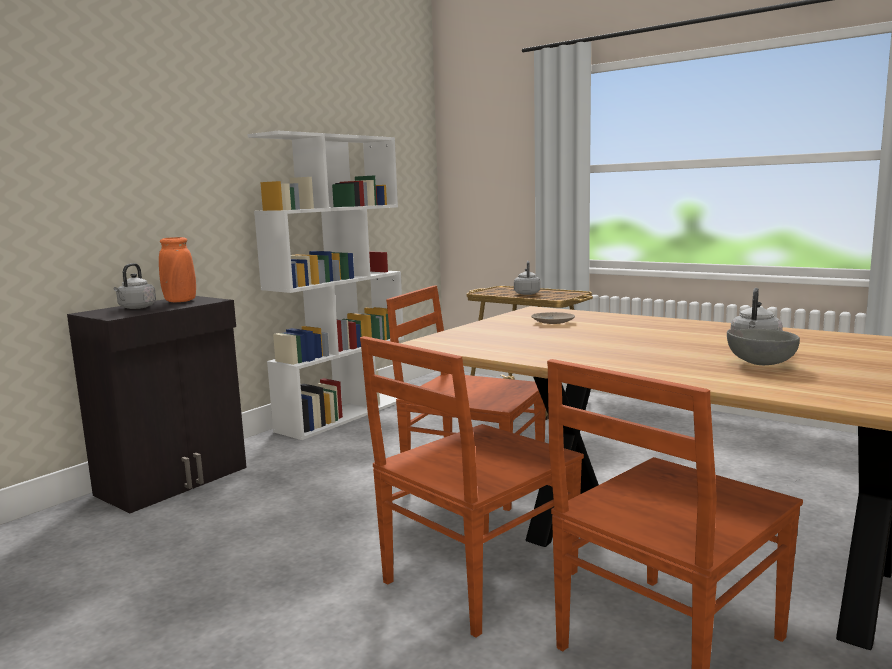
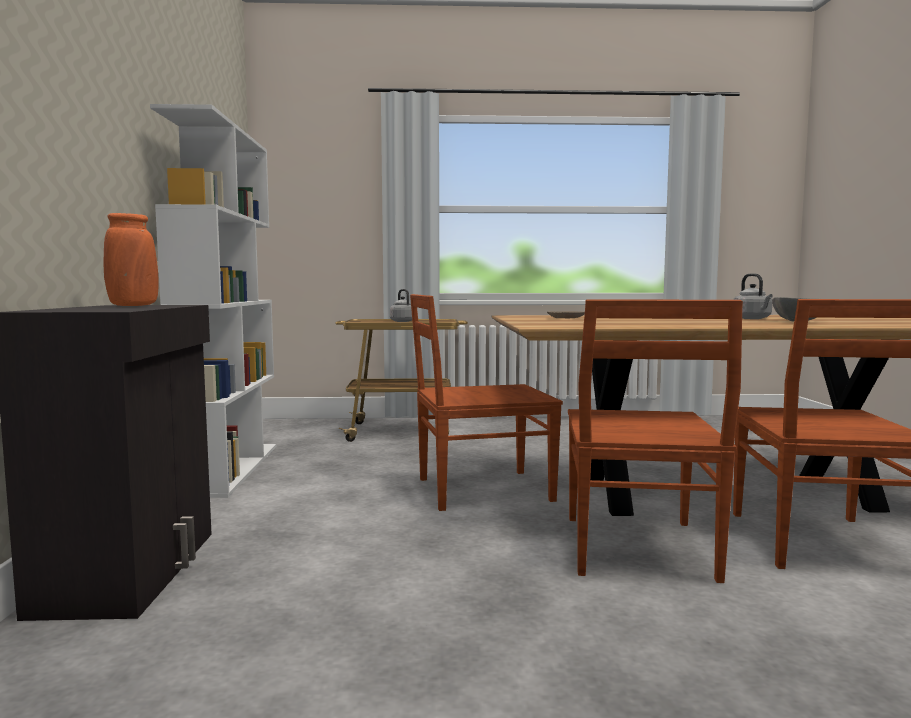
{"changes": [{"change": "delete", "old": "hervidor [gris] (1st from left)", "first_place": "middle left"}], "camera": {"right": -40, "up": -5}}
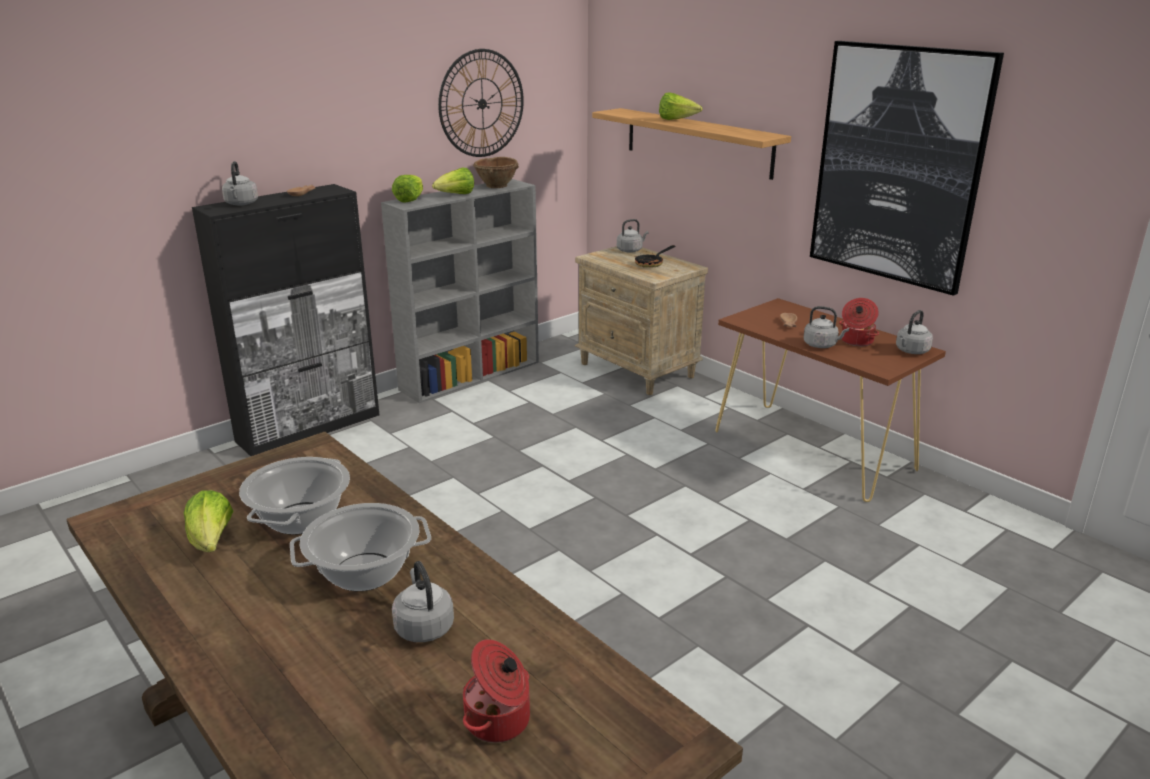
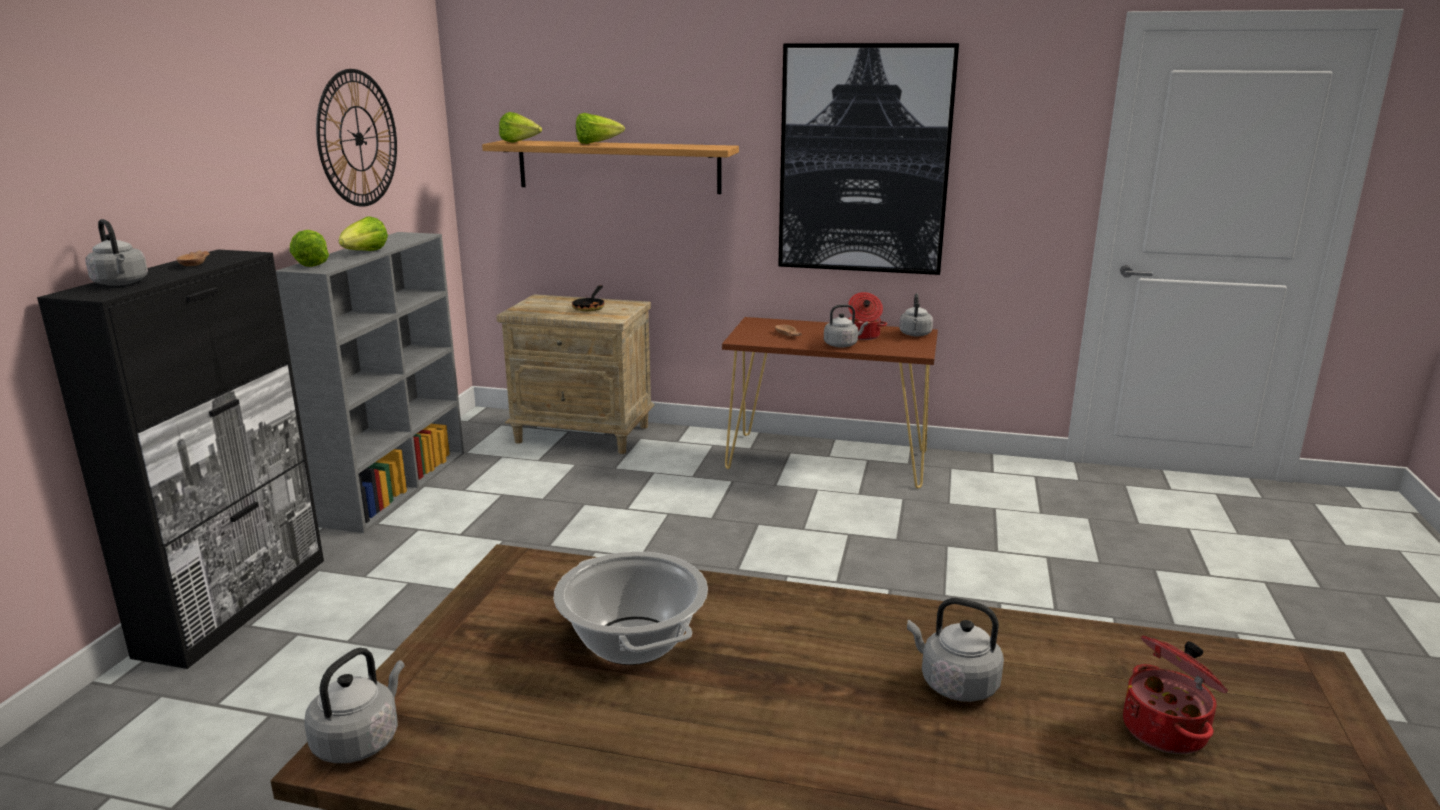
{"changes": [{"change": "delete", "old": "olla (2nd from left)", "first_place": "bottom left"}, {"change": "delete", "old": "cuenco [marrón] (2nd from left)", "first_place": "top centre"}, {"change": "move", "old": "lechuga (1st from left in the first image)", "new": "lechuga (3rd from left)", "first_place": "bottom left", "second_place": "top centre"}, {"change": "move", "old": "hervidor [gris] (3rd from left in the first image)", "new": "hervidor [gris] (2nd from left)", "first_place": "top centre", "second_place": "bottom left"}], "camera": {"right": -35, "up": -5}}
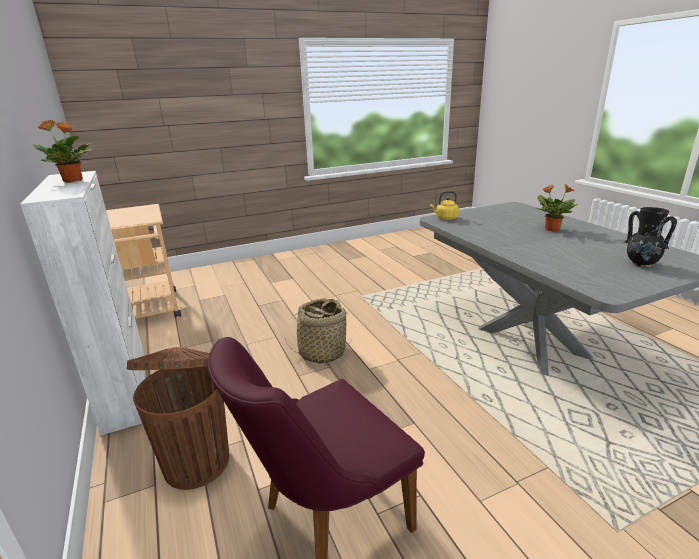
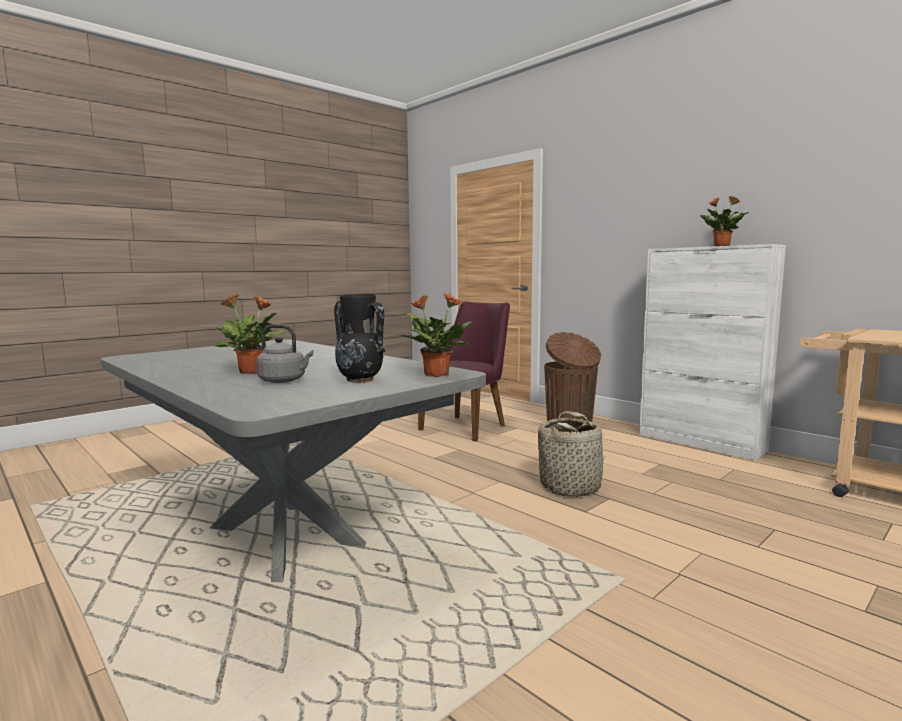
{"changes": [{"change": "insert", "new": "hervidor [gris]", "second_place": "middle left"}, {"change": "move", "old": "florero [negro]", "first_place": "middle right", "second_place": "centre"}, {"change": "replace", "old": "hervidor [amarillo]", "new": "planta en maceta (2nd from left)", "first_place": "centre", "second_place": "centre"}], "camera": {"right": 160, "up": -15}}
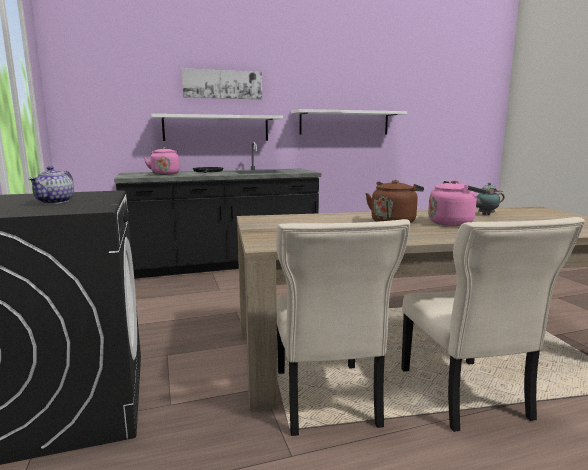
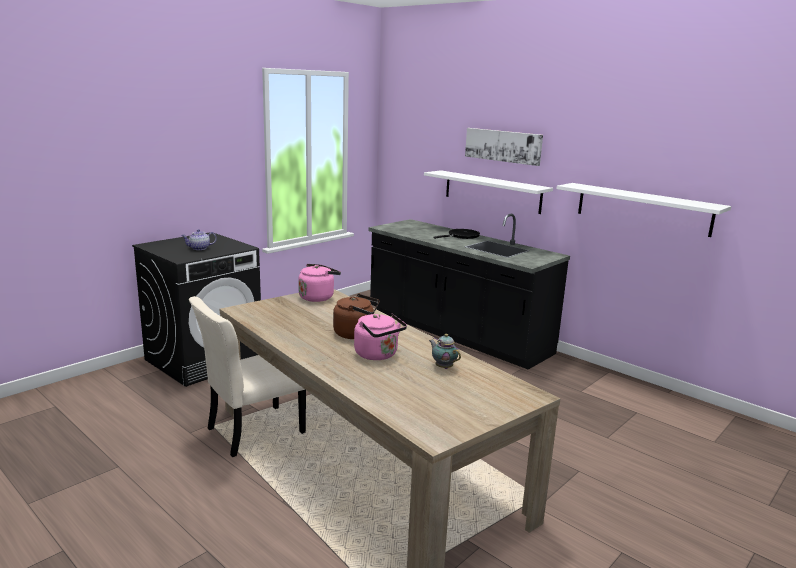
{"changes": [{"change": "delete", "old": "silla [beis] (2nd from left)", "first_place": "bottom right"}, {"change": "move", "old": "hervidor [rosa] (1st from left)", "first_place": "middle left", "second_place": "centre"}], "camera": {"right": 60, "up": 5}}
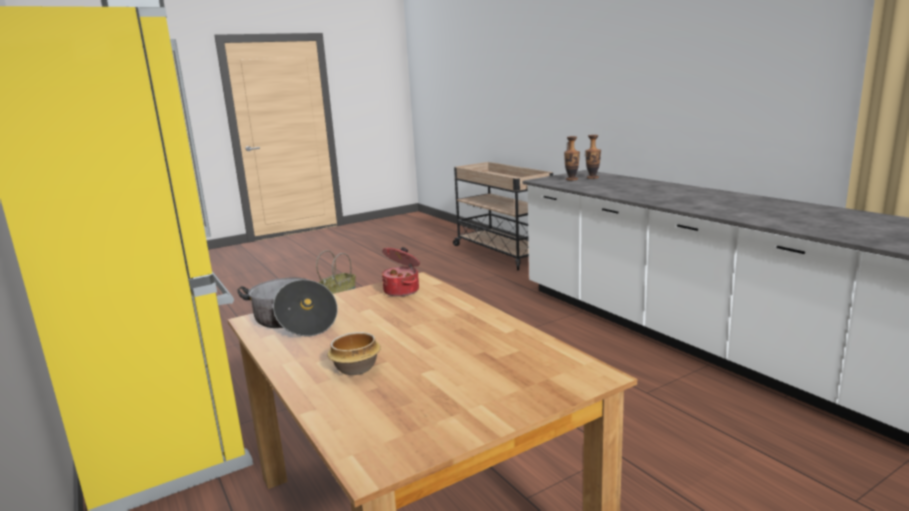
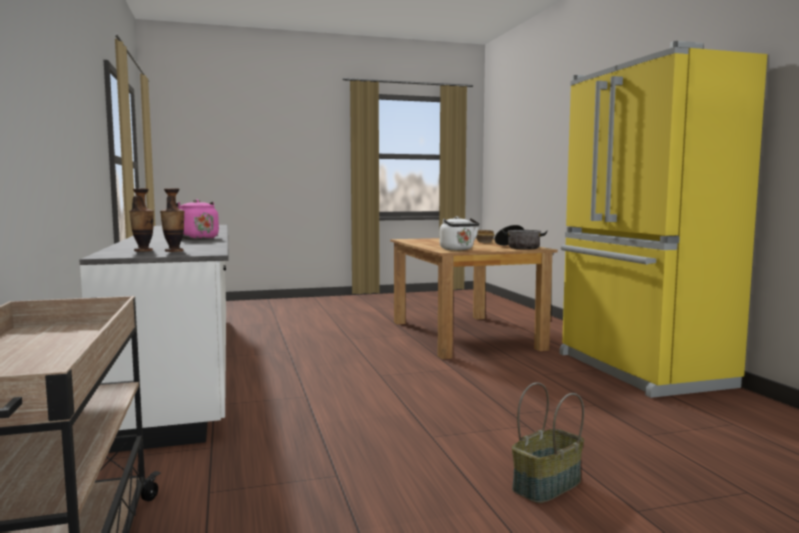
{"changes": [{"change": "insert", "new": "hervidor [rosa]", "second_place": "middle left"}, {"change": "replace", "old": "olla (2nd from left)", "new": "hervidor [blanco]", "first_place": "centre", "second_place": "centre"}], "camera": {"right": -165, "up": -10}}
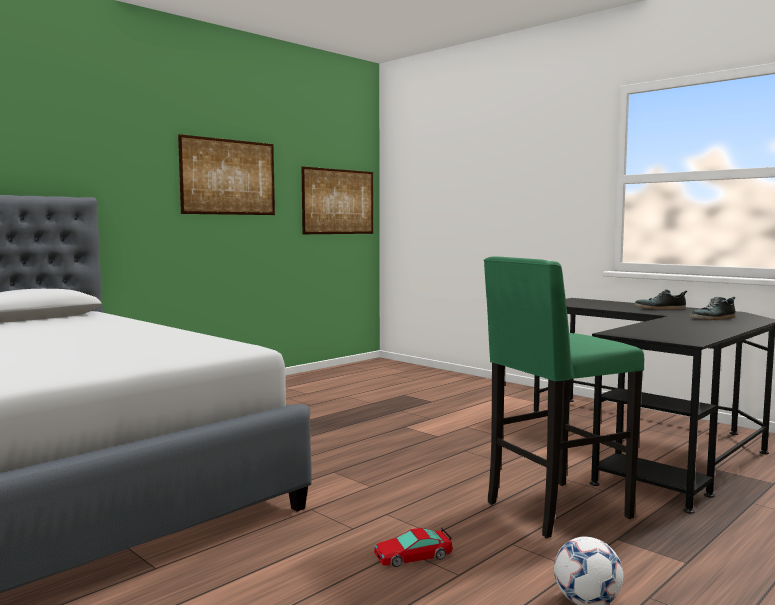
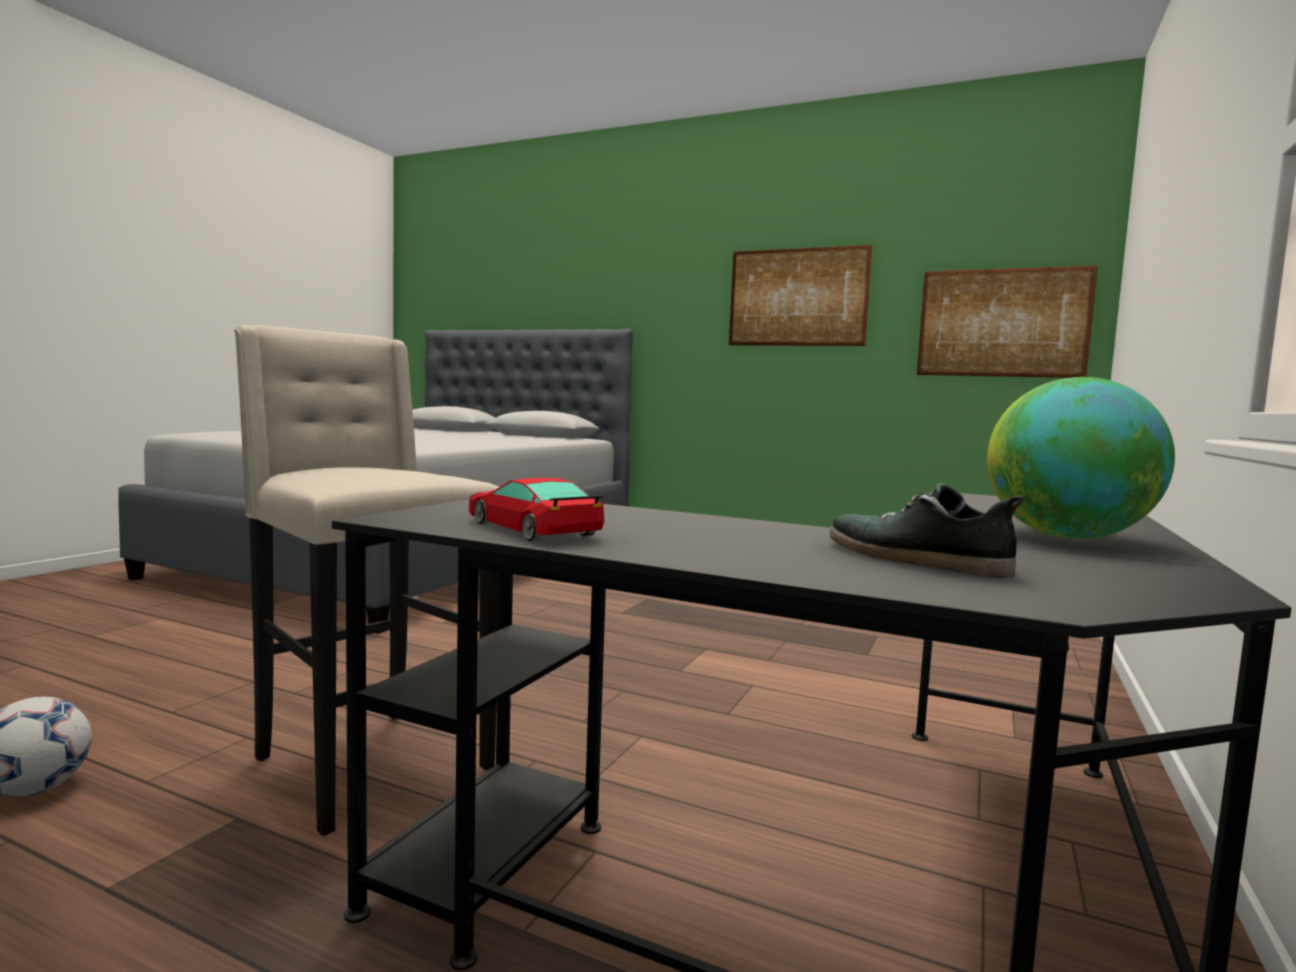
{"changes": [{"change": "move", "old": "coche de juguete", "first_place": "bottom centre", "second_place": "centre"}, {"change": "replace", "old": "zapato (1st from left)", "new": "globo terráqueo", "first_place": "middle right", "second_place": "middle right"}, {"change": "recolor", "old": "taburete [verde]", "new": "taburete [beis]", "first_place": "middle right", "second_place": "middle left"}], "camera": {"right": 70, "up": 0}}
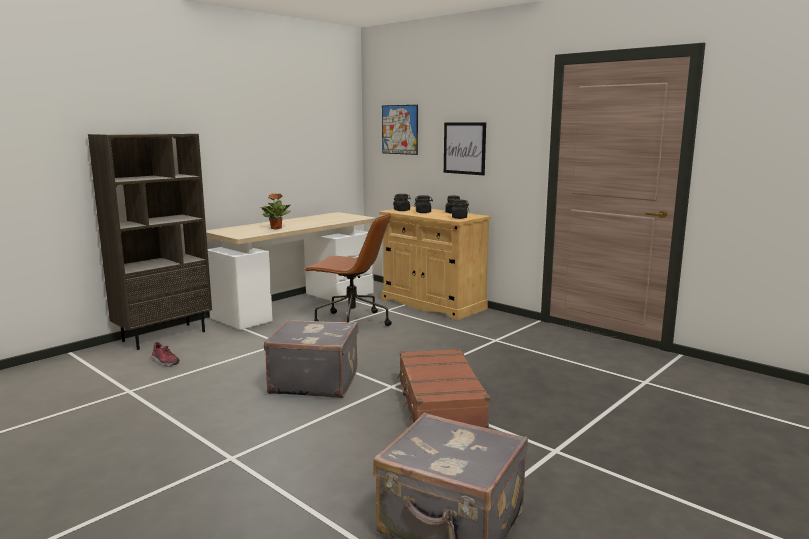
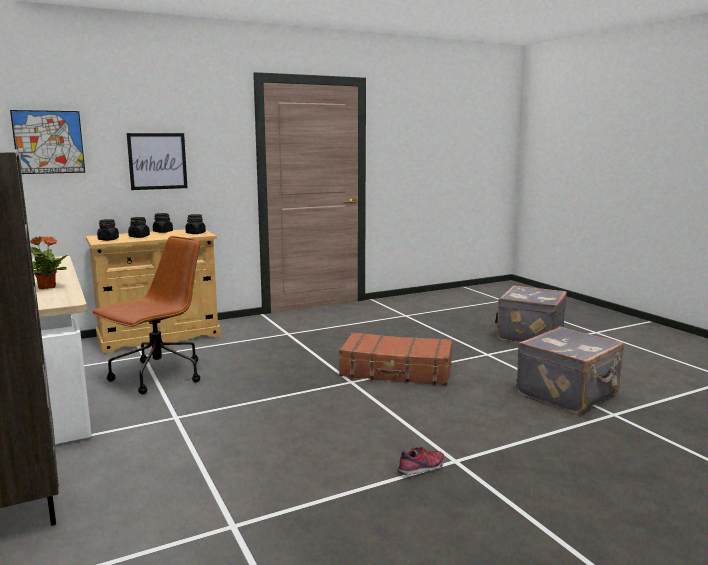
{"changes": [{"change": "move", "old": "zapato", "first_place": "middle left", "second_place": "bottom centre"}, {"change": "move", "old": "maleta [gris] (1st from left)", "first_place": "centre", "second_place": "middle right"}], "camera": {"right": -70, "up": 0}}
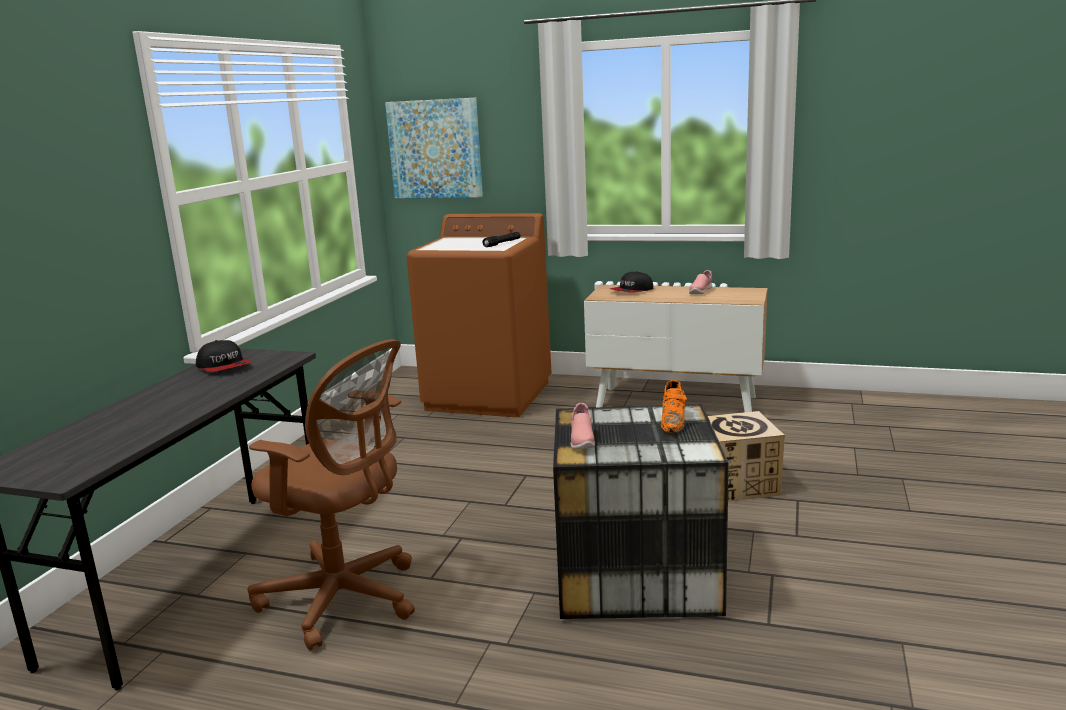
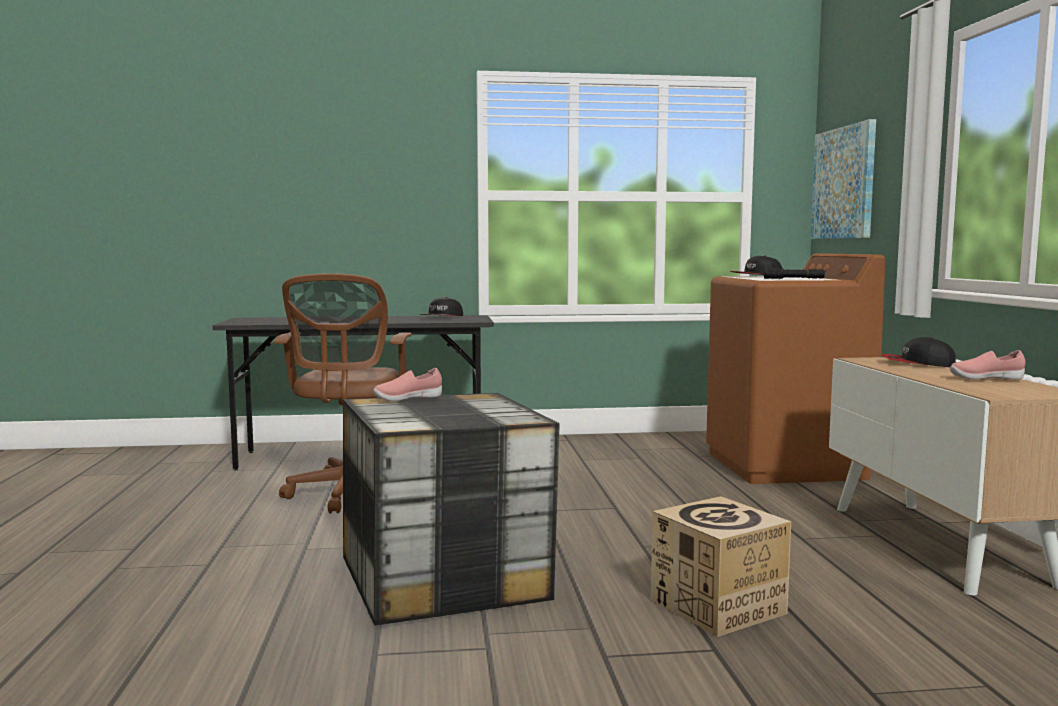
{"changes": [{"change": "delete", "old": "zapato [naranja]", "first_place": "centre"}, {"change": "insert", "new": "gorra (2nd from left)", "second_place": "middle right"}], "camera": {"right": 65, "up": -10}}
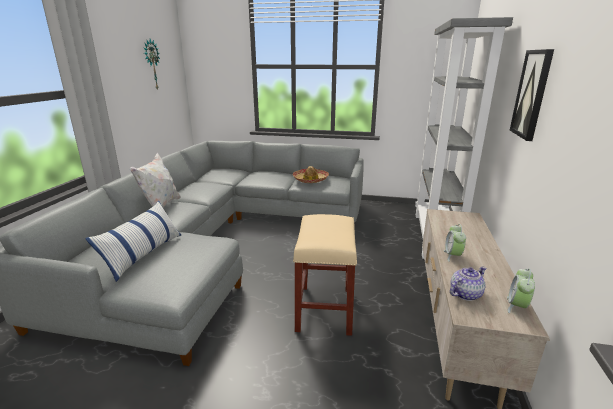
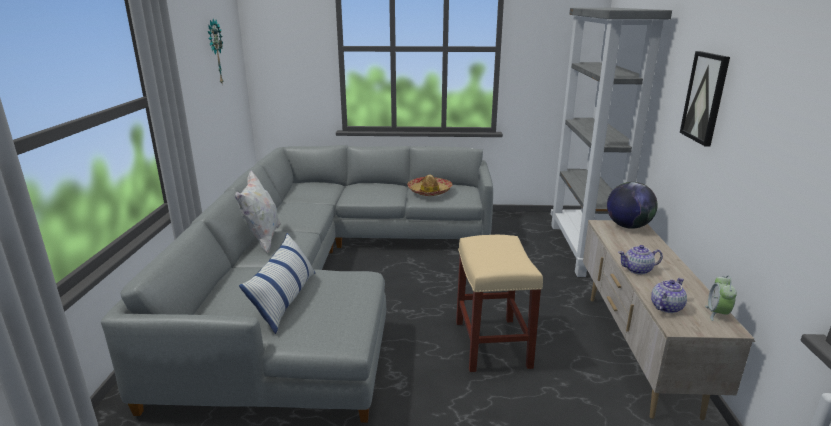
{"changes": [{"change": "insert", "new": "globo terráqueo", "second_place": "middle right"}, {"change": "replace", "old": "despertador (1st from left)", "new": "tetera (1st from left)", "first_place": "middle right", "second_place": "middle right"}], "camera": {"right": -10, "up": 0}}
